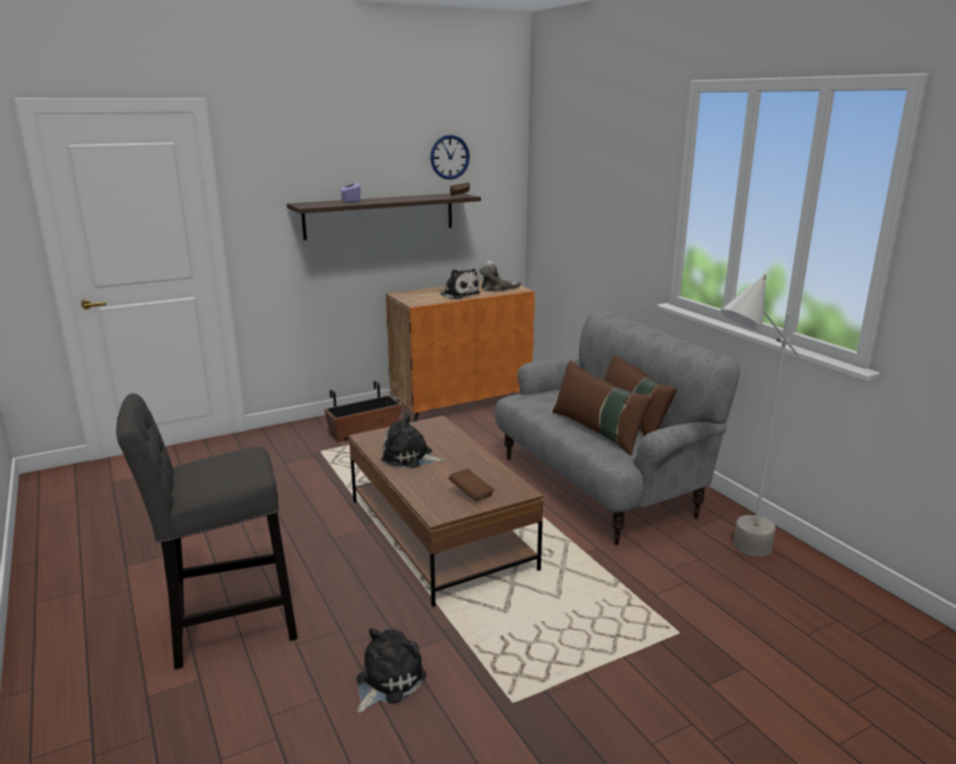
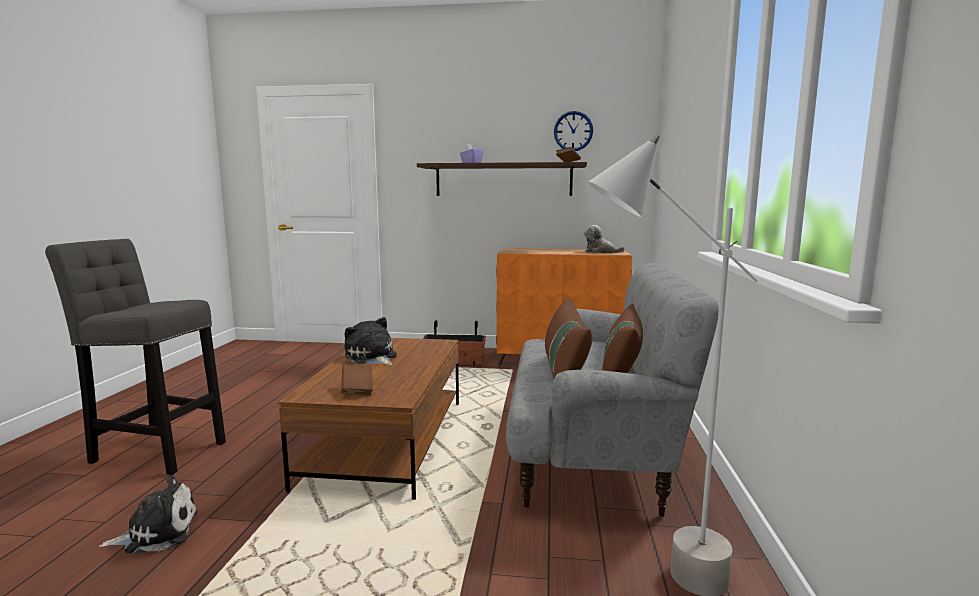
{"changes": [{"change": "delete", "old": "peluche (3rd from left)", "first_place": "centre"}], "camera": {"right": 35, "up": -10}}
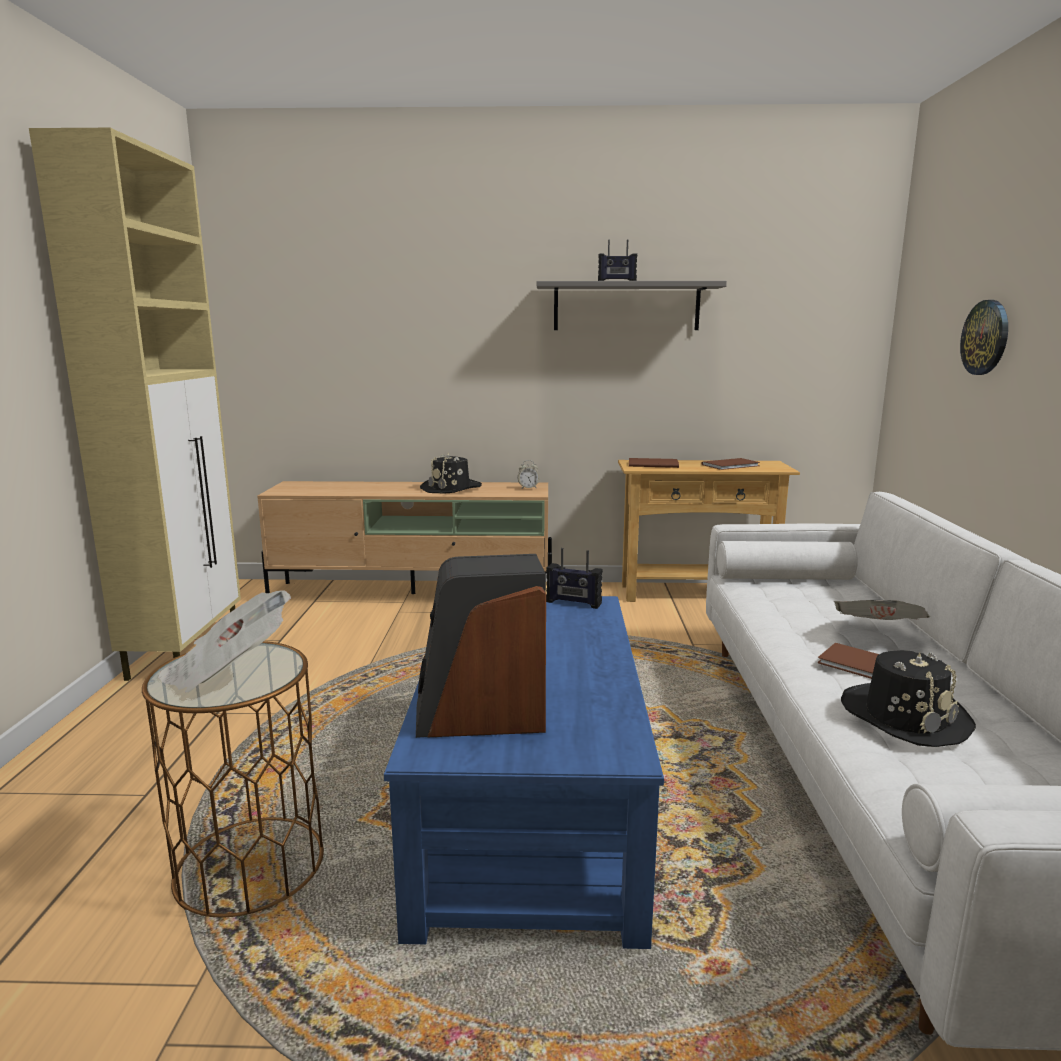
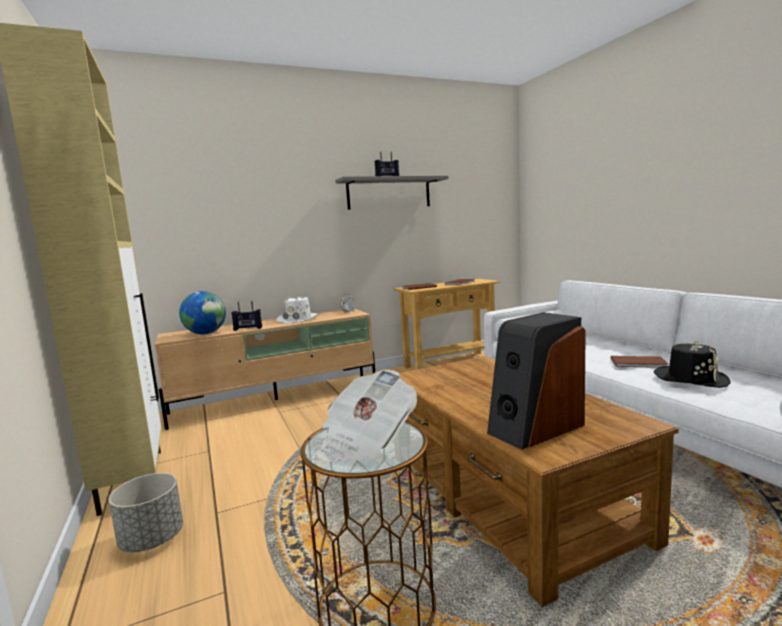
{"changes": [{"change": "delete", "old": "periódico (2nd from left)", "first_place": "middle right"}, {"change": "delete", "old": "reloj de pared", "first_place": "top right"}, {"change": "insert", "new": "maceta [gris]", "second_place": "bottom left"}, {"change": "insert", "new": "globo terráqueo", "second_place": "middle left"}, {"change": "move", "old": "radio (1st from left)", "first_place": "centre", "second_place": "middle left"}, {"change": "recolor", "old": "mesa de centro [azul]", "new": "mesa de centro [marrón]", "first_place": "bottom centre", "second_place": "bottom right"}, {"change": "recolor", "old": "sombrero [negro] (1st from left)", "new": "sombrero [blanco]", "first_place": "centre", "second_place": "centre"}], "camera": {"right": -25, "up": -5}}
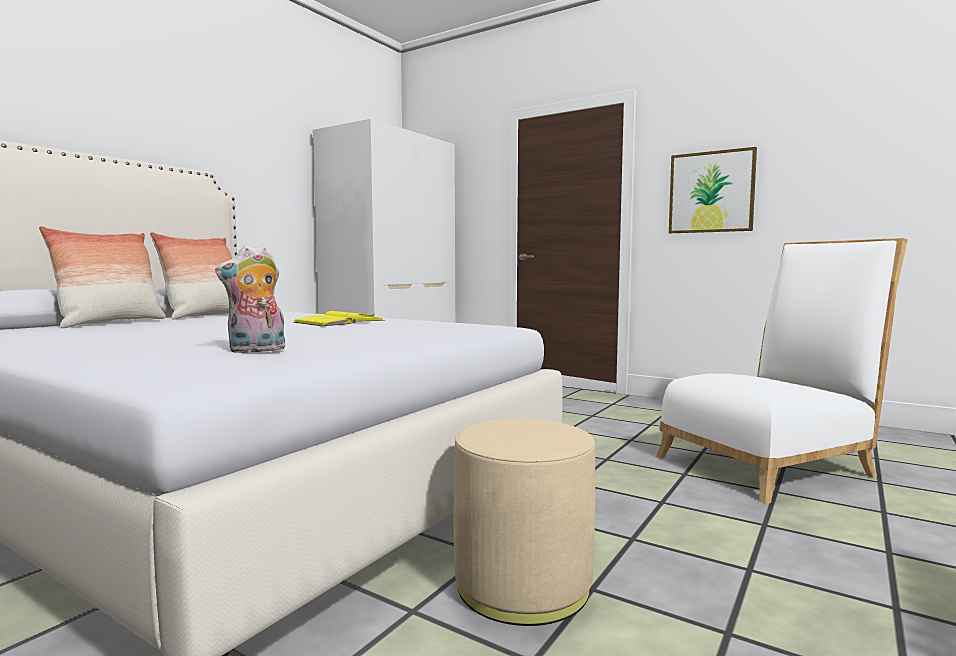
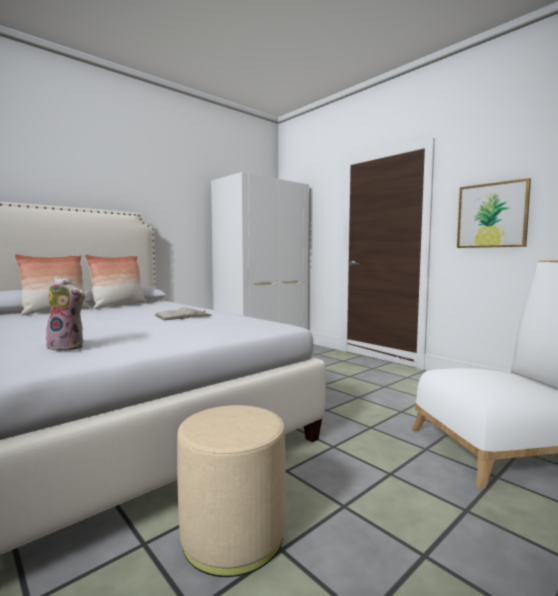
{"changes": [{"change": "recolor", "old": "libro [amarillo]", "new": "libro [blanco]", "first_place": "centre", "second_place": "middle left"}, {"change": "rotate", "old": "peluche", "first_place": "middle left", "second_place": "middle left", "degrees": -150}], "camera": {"right": 15, "up": 0}}
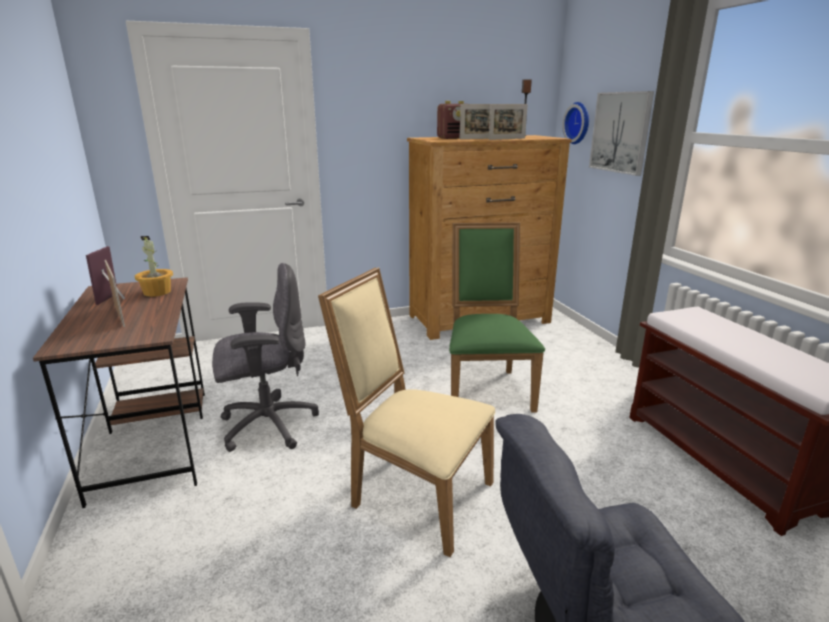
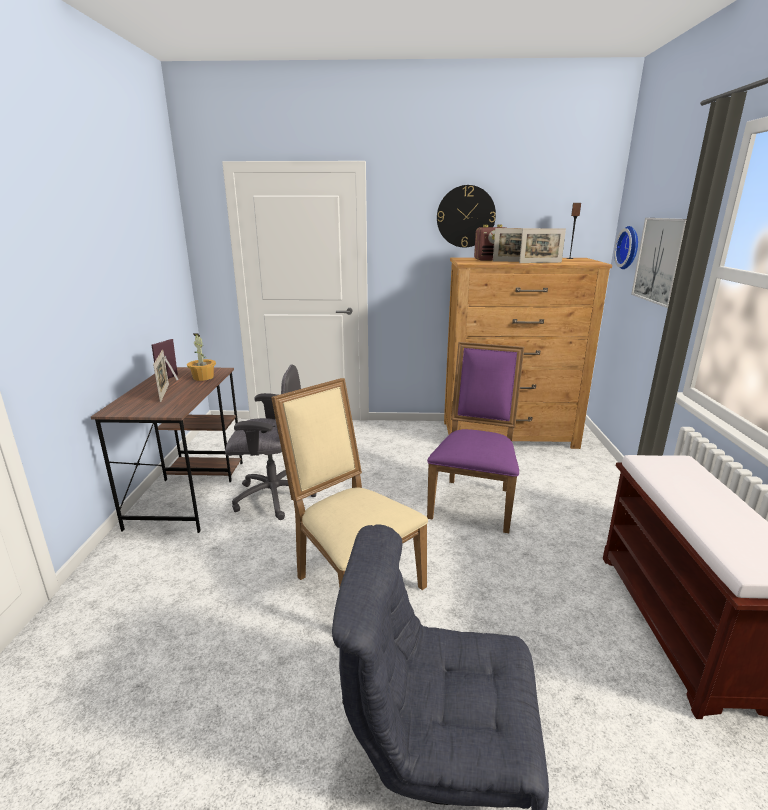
{"changes": [{"change": "insert", "new": "reloj de pared (1st from left)", "second_place": "top centre"}, {"change": "recolor", "old": "silla [verde]", "new": "silla [morado]", "first_place": "centre", "second_place": "centre"}], "camera": {"right": 20, "up": 0}}
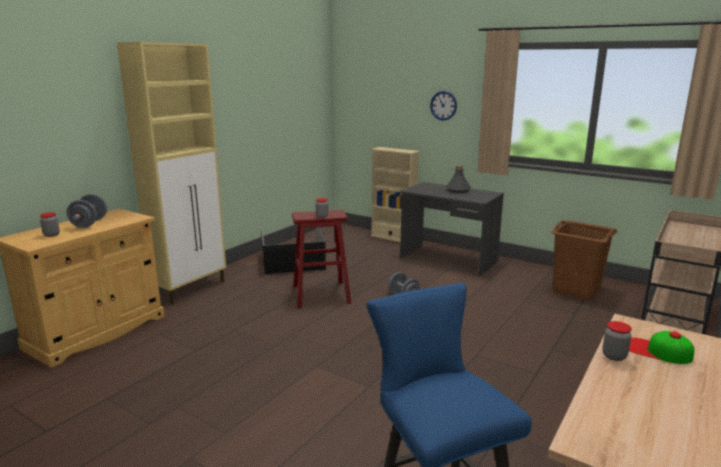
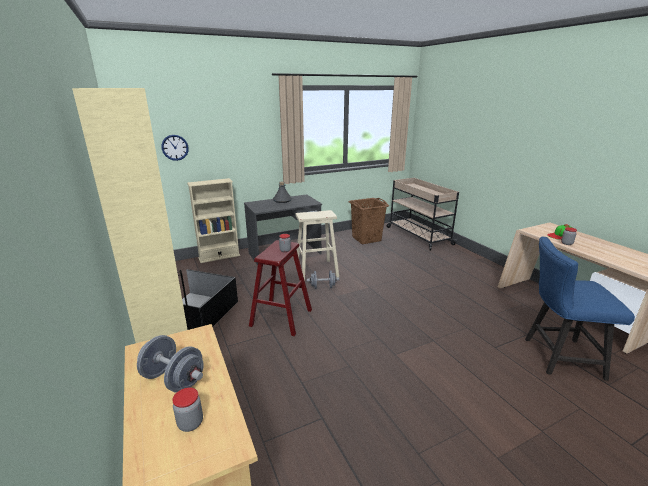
{"changes": [{"change": "insert", "new": "taburete [beis]", "second_place": "centre"}, {"change": "move", "old": "reloj de pared", "first_place": "top centre", "second_place": "top left"}], "camera": {"right": -60, "up": 5}}
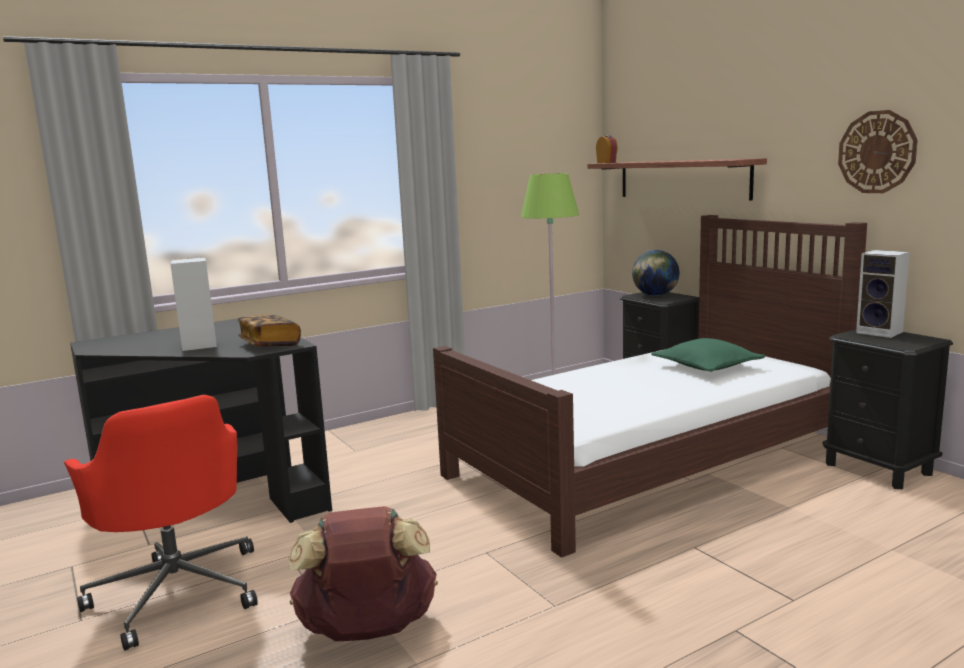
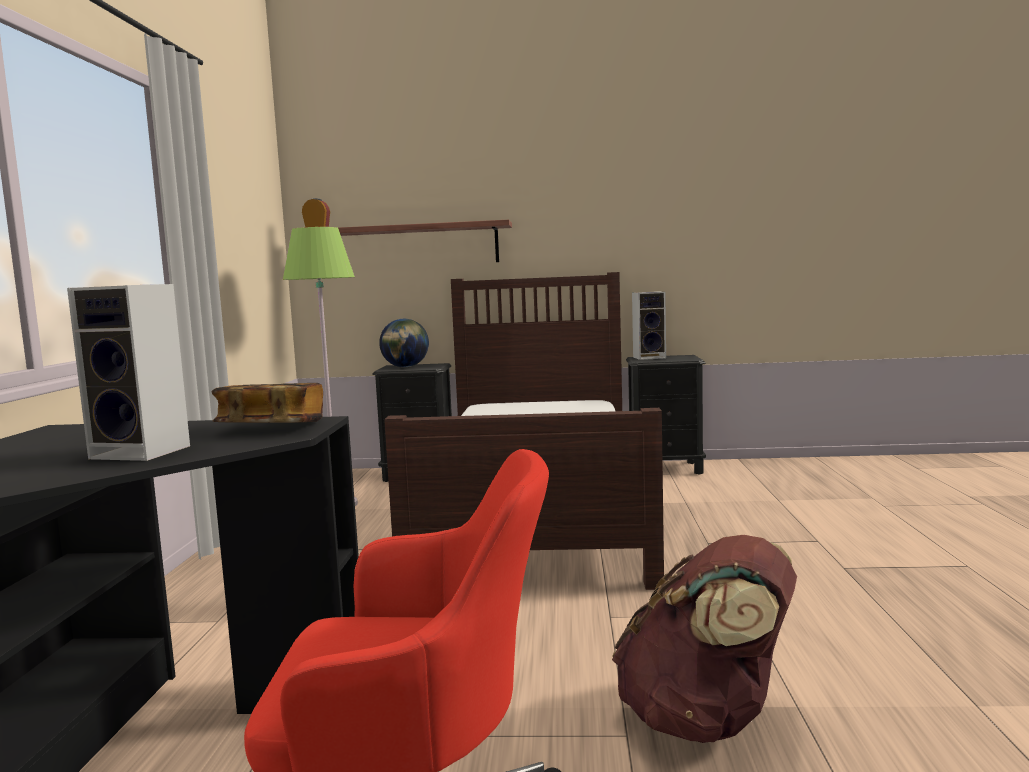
{"changes": [{"change": "delete", "old": "cojín [verde]", "first_place": "middle right"}, {"change": "delete", "old": "reloj de pared", "first_place": "top right"}], "camera": {"right": -55, "up": -5}}
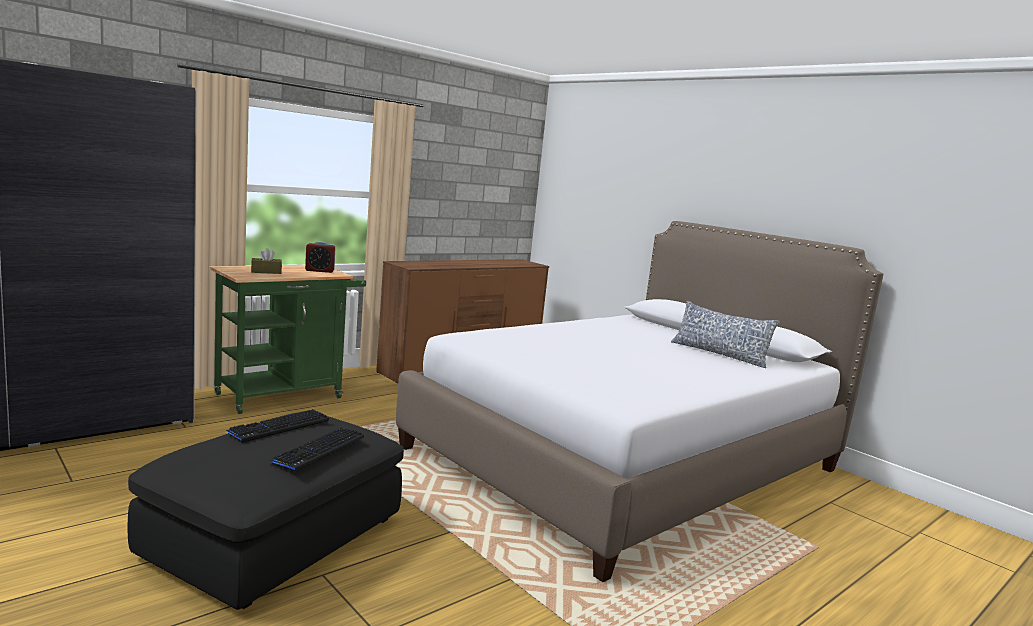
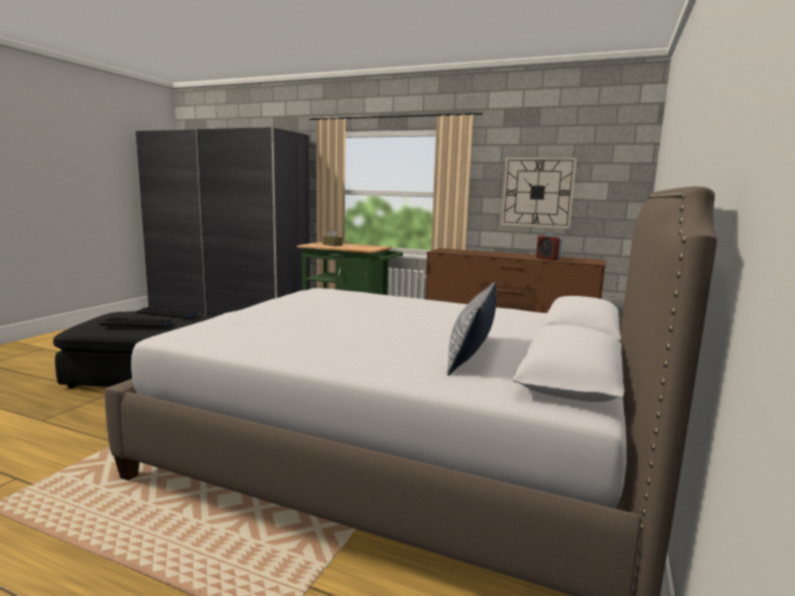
{"changes": [{"change": "insert", "new": "reloj de pared", "second_place": "top right"}, {"change": "move", "old": "despertador", "first_place": "middle left", "second_place": "middle right"}], "camera": {"right": 65, "up": 0}}
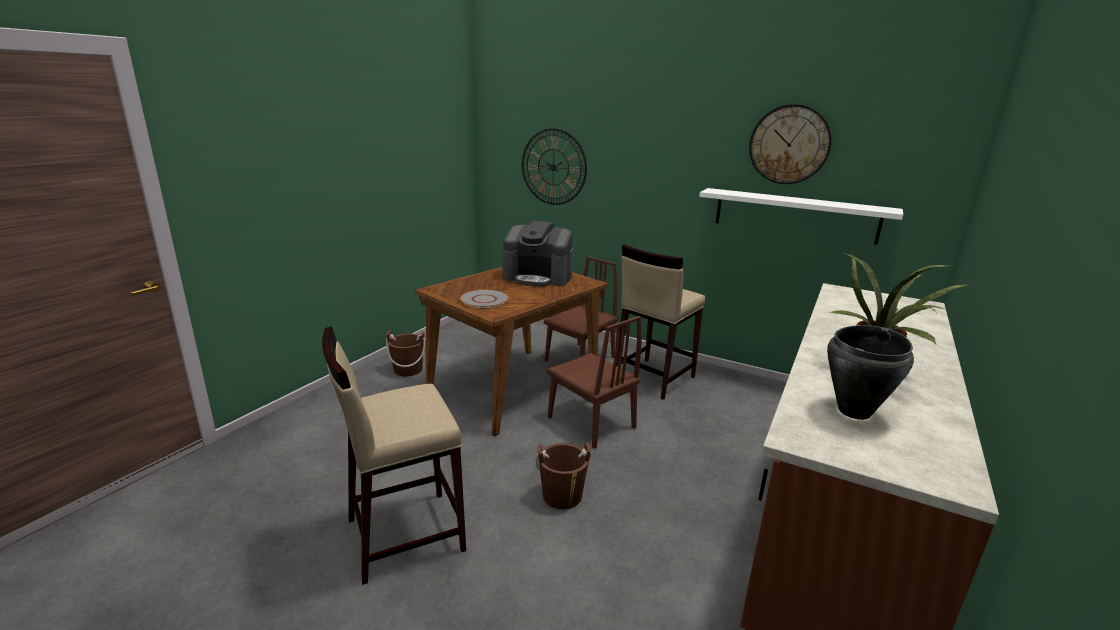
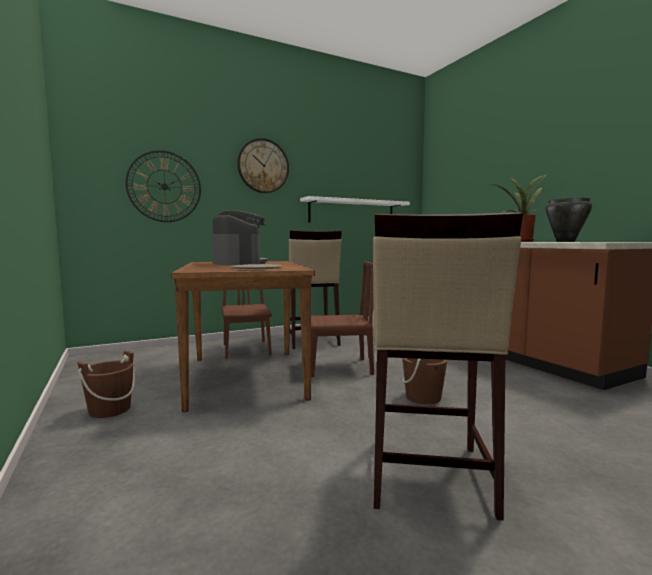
{"changes": [{"change": "move", "old": "reloj de pared (2nd from left)", "first_place": "top right", "second_place": "top centre"}, {"change": "rotate", "old": "cafetera", "first_place": "centre", "second_place": "centre", "degrees": -60}], "camera": {"right": -55, "up": -15}}
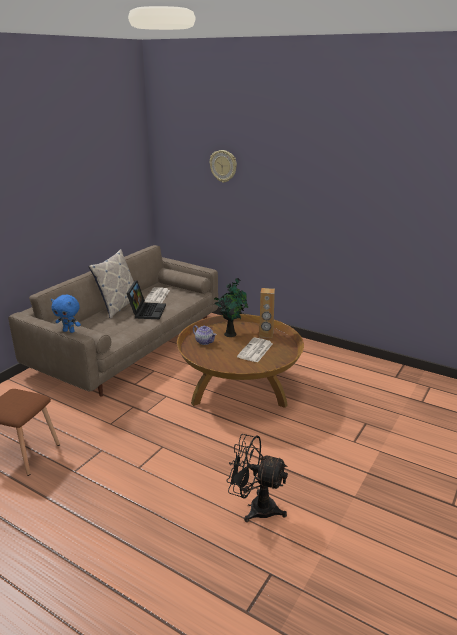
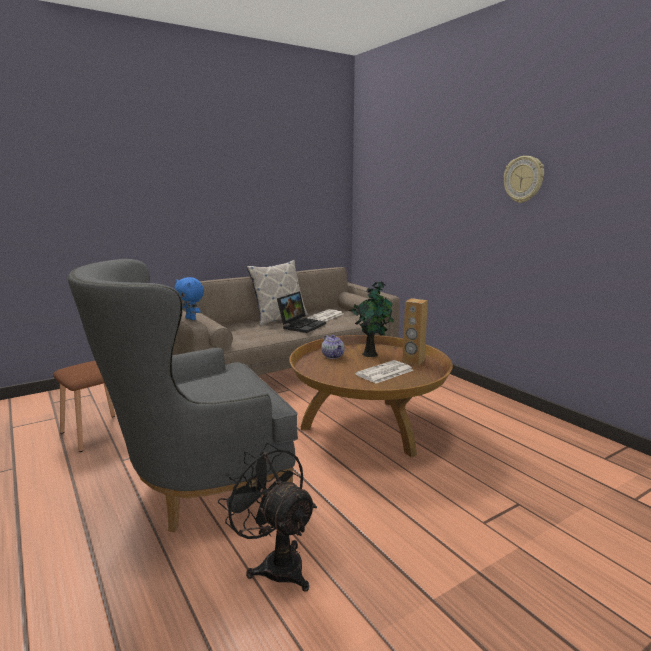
{"changes": [{"change": "insert", "new": "sillón [gris]", "second_place": "middle left"}, {"change": "move", "old": "reloj de pared", "first_place": "top centre", "second_place": "top right"}], "camera": {"right": 25, "up": -10}}
